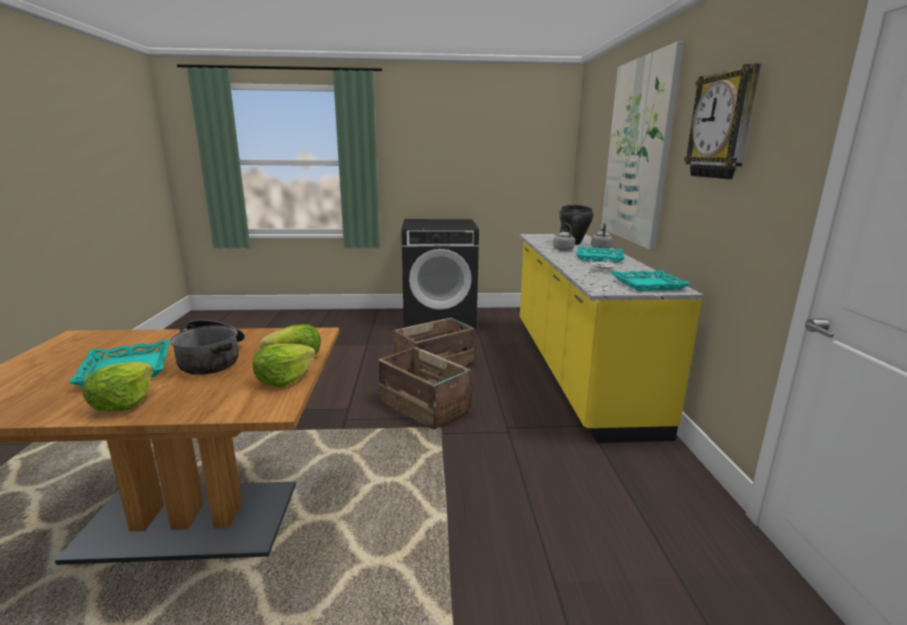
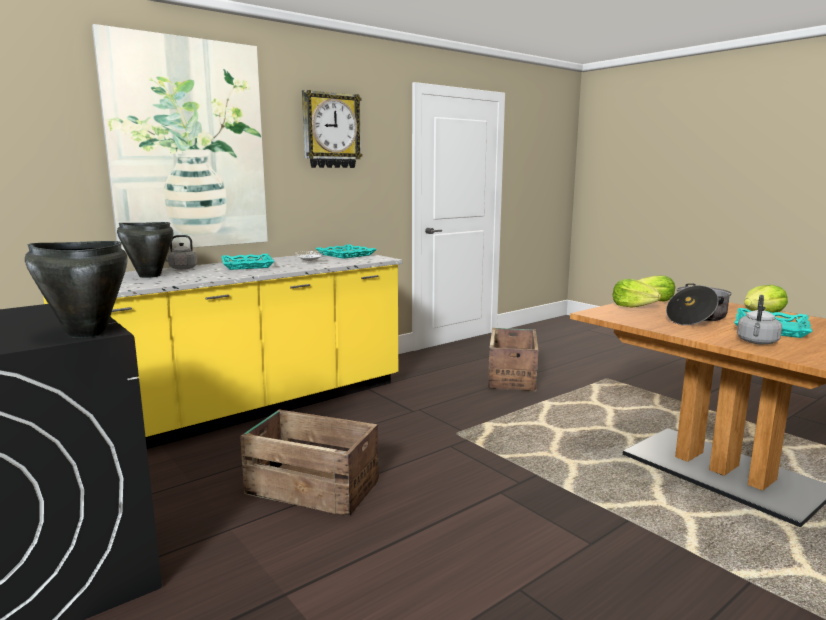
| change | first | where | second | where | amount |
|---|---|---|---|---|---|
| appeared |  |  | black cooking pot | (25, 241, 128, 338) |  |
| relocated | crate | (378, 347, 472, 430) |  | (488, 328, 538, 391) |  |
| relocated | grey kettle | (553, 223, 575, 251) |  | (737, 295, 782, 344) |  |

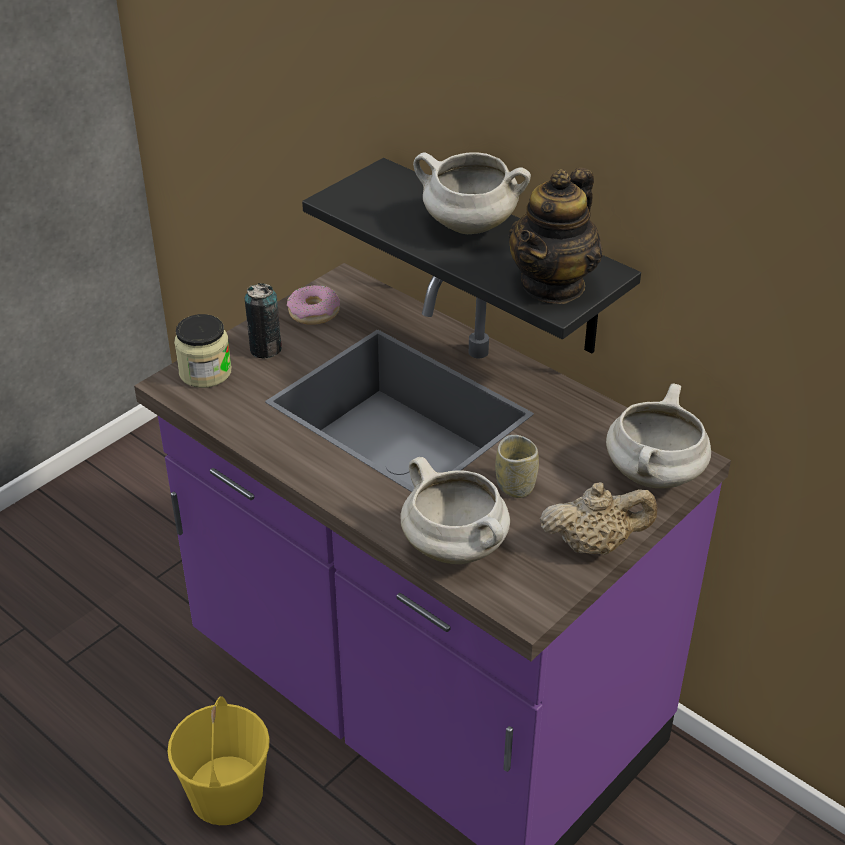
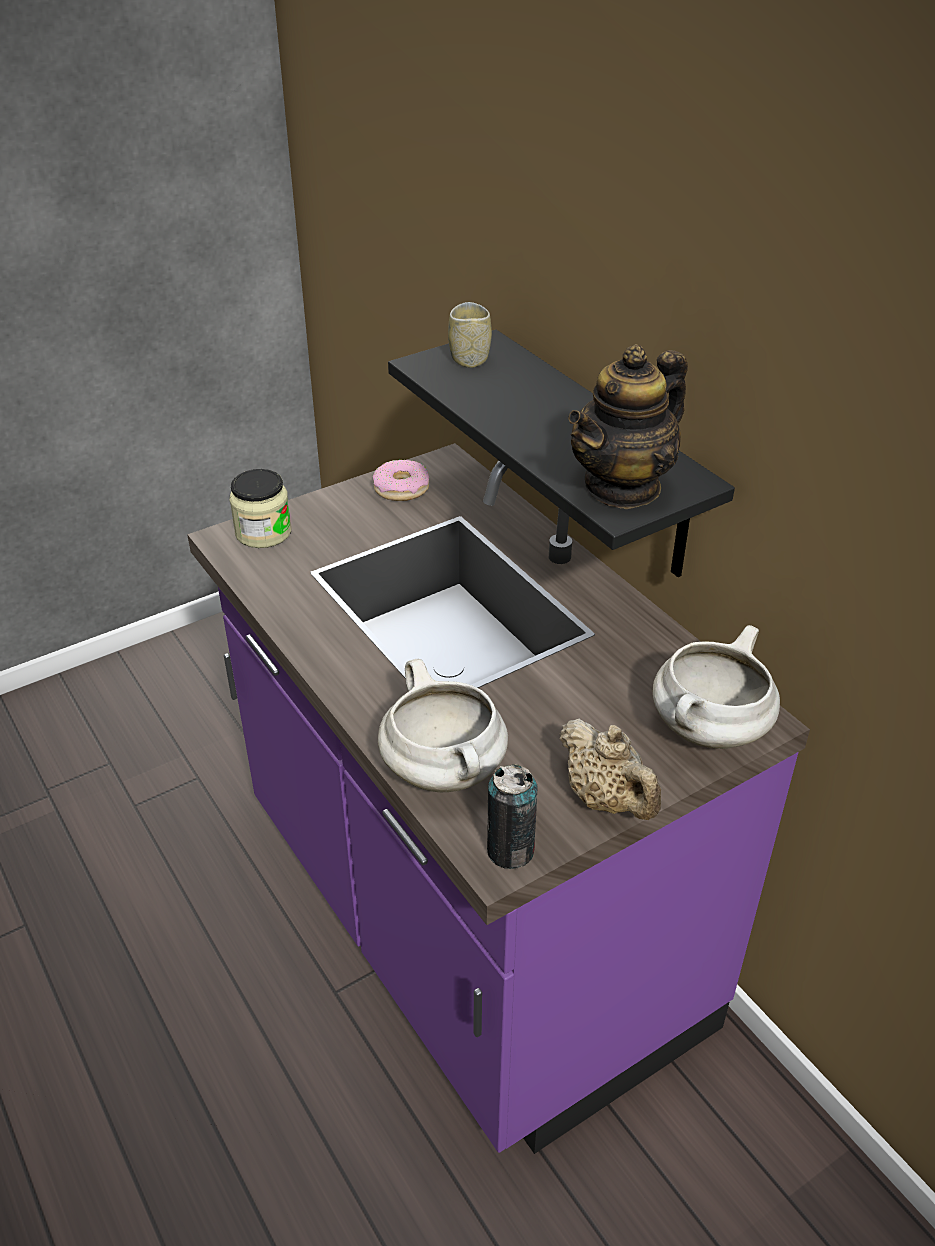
| change | first | where | second | where | amount |
|---|---|---|---|---|---|
| relocated | cup | (495, 435, 539, 498) |  | (448, 302, 492, 368) |  |
| relocated | can | (245, 283, 281, 359) |  | (487, 764, 537, 869) |  |
| spun | beige teapot | (540, 482, 657, 554) |  | (559, 719, 661, 820) | 45 degrees clockwise |
| missing | yellow bucket | (167, 696, 270, 825) |  |  |  |
| missing | white cooking pot | (413, 152, 531, 234) |  |  |  |

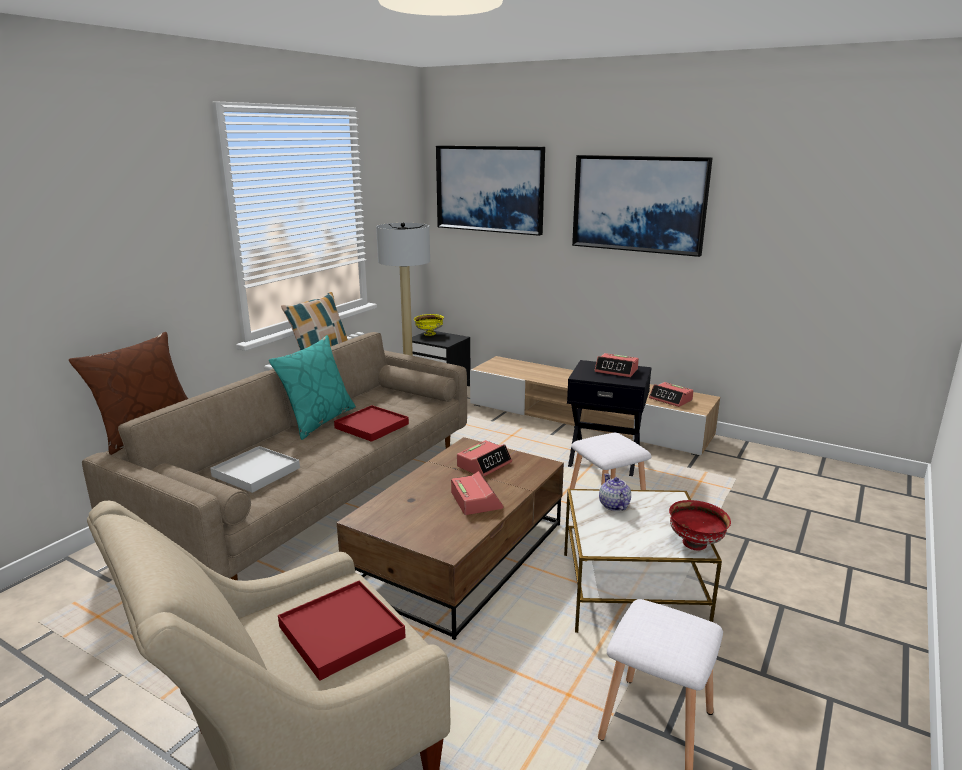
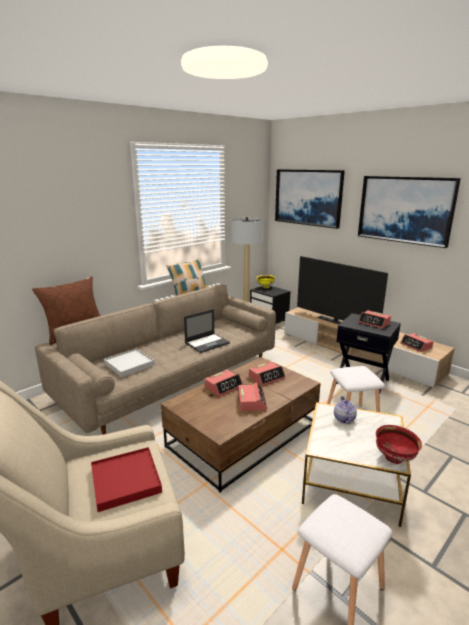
| change | first | where | second | where | amount |
|---|---|---|---|---|---|
| exchanged | red tray | (334, 405, 409, 442) | laptop | (184, 309, 230, 353) |  |
| appeared |  |  | alarm clock | (205, 370, 243, 397) |  |
| appeared |  |  | television | (297, 256, 388, 324) |  |
| missing | turquoise pillow | (269, 335, 356, 440) |  |  |  |

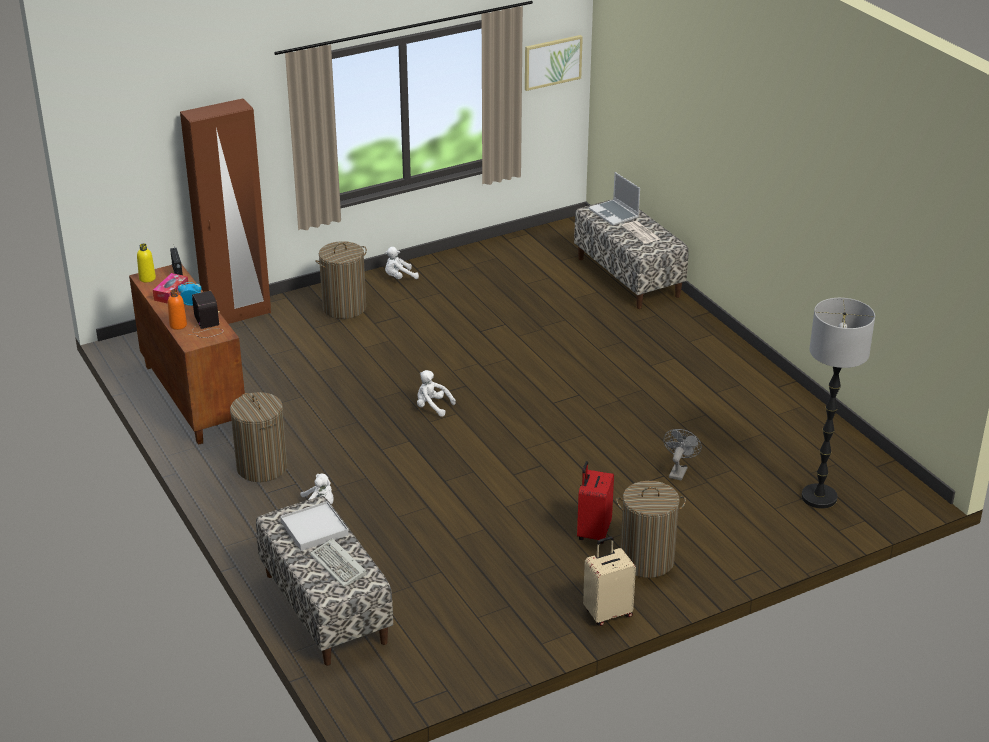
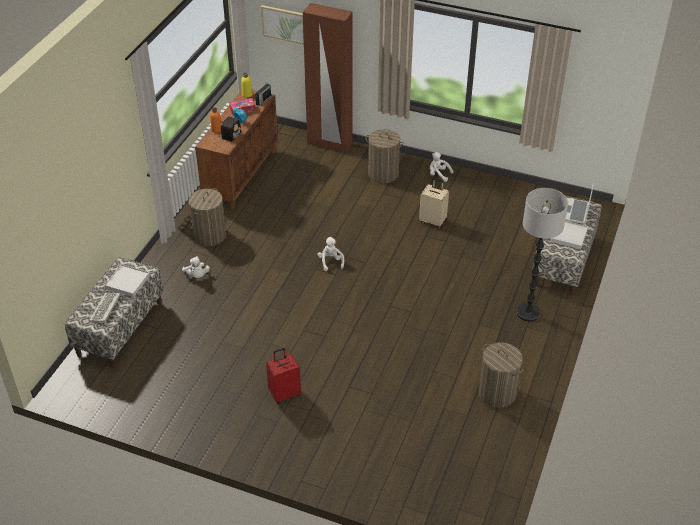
| change | first | where | second | where | amount |
|---|---|---|---|---|---|
| relocated | picture | (525, 35, 583, 91) |  | (261, 5, 304, 45) |  |
| relocated | beige suitcase | (583, 536, 636, 626) |  | (419, 178, 449, 229) |  |
| relocated | laundry basket | (616, 481, 686, 578) |  | (478, 342, 523, 408) |  |
| relocated | floor lamp | (801, 298, 875, 509) |  | (516, 188, 568, 322) |  |
| exchanged | newspaper | (621, 221, 660, 244) | white tray | (550, 221, 588, 249) |  |
| missing | grey fan | (663, 429, 702, 481) |  |  |  |

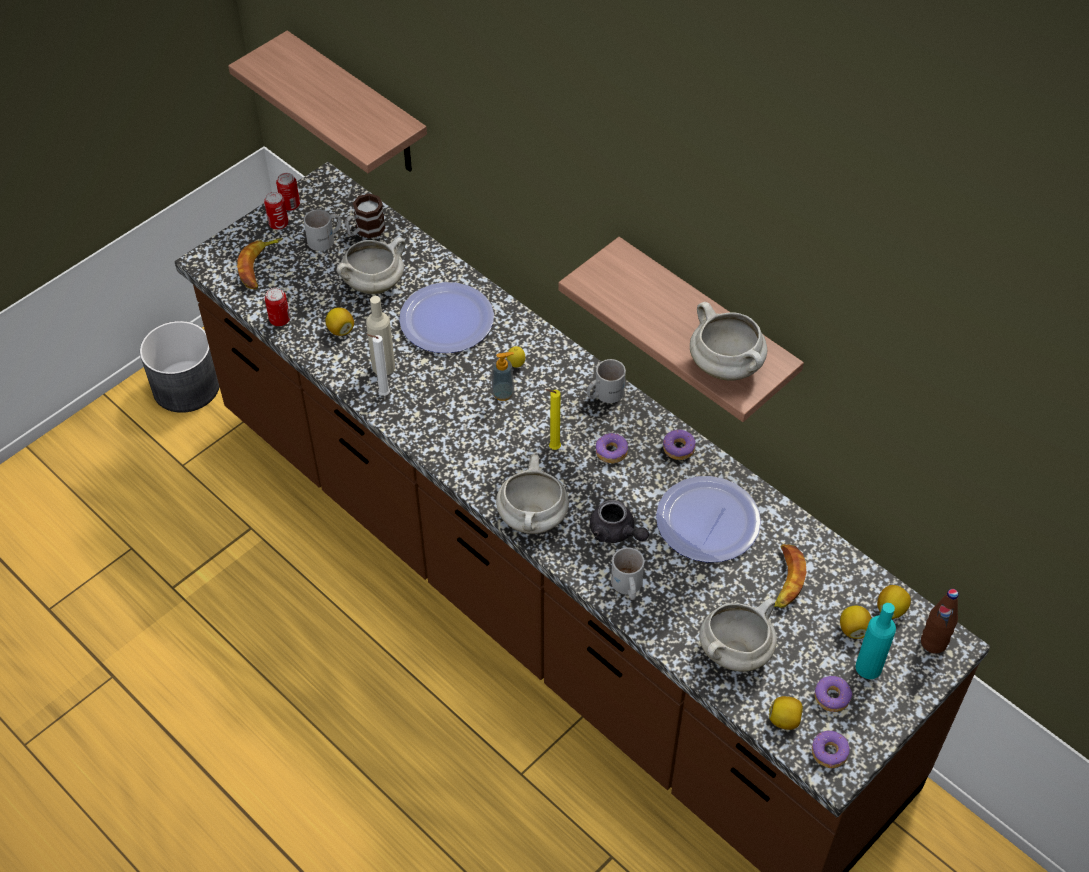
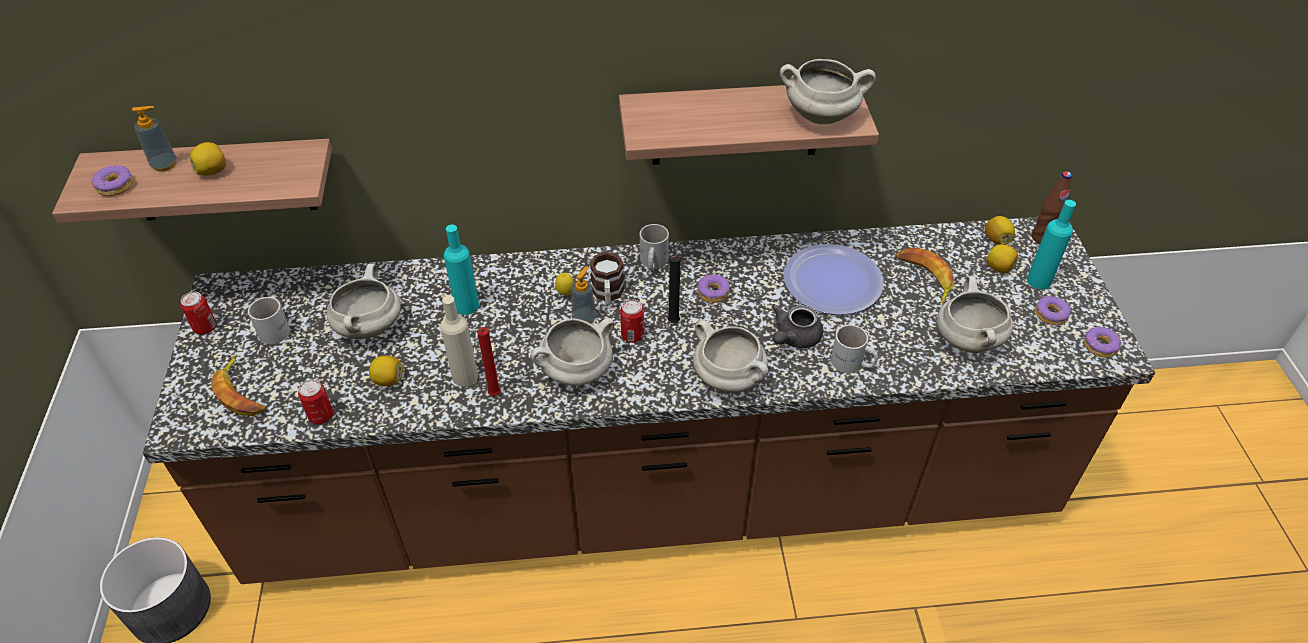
| change | first | where | second | where | amount |
|---|---|---|---|---|---|
| relocated | donut | (663, 430, 696, 460) |  | (91, 165, 134, 196) |  |
| appeared |  |  | soap dispenser | (132, 106, 177, 172) |  |
| relocated | lemon | (769, 696, 803, 730) |  | (190, 142, 226, 176) |  |
| exchanged | plate | (399, 282, 494, 353) | turquoise bottle | (444, 224, 479, 315) |  |
| colour | white candle | (366, 334, 390, 396) | red candle | (475, 327, 501, 396) |  |
| appeared |  |  | white cooking pot | (531, 318, 615, 386) |  |
| relocated | mug | (345, 193, 385, 238) |  | (590, 252, 624, 305) |  |
| relocated | can | (264, 192, 288, 230) |  | (620, 300, 644, 343) |  |
| colour | yellow candle | (545, 389, 561, 450) | black candle | (668, 255, 681, 323) |  |
| spun | grey teapot | (590, 500, 649, 543) |  | (772, 304, 823, 348) | 135 degrees clockwise |

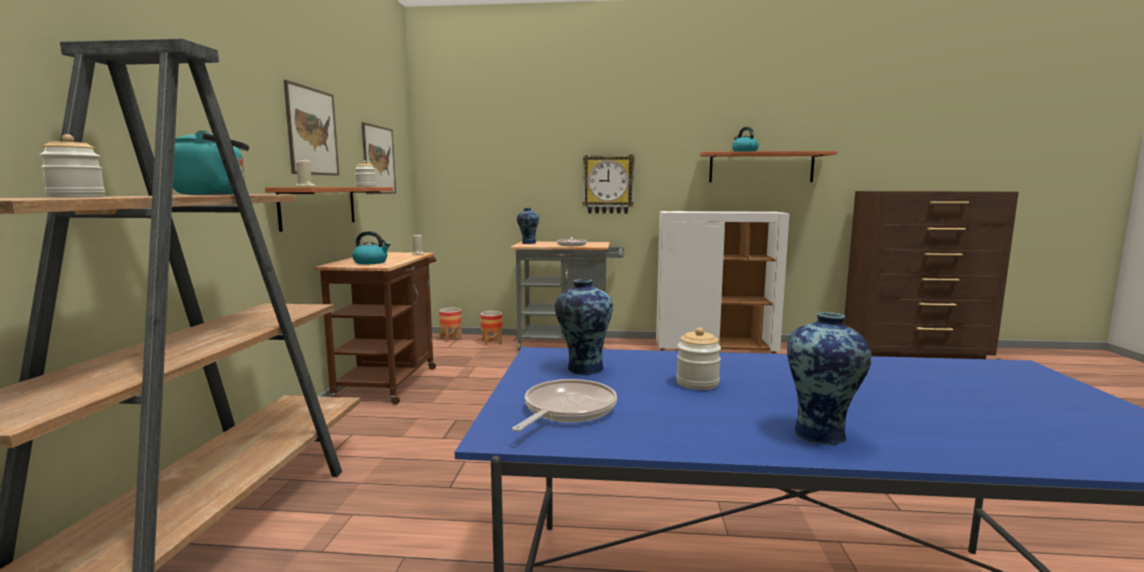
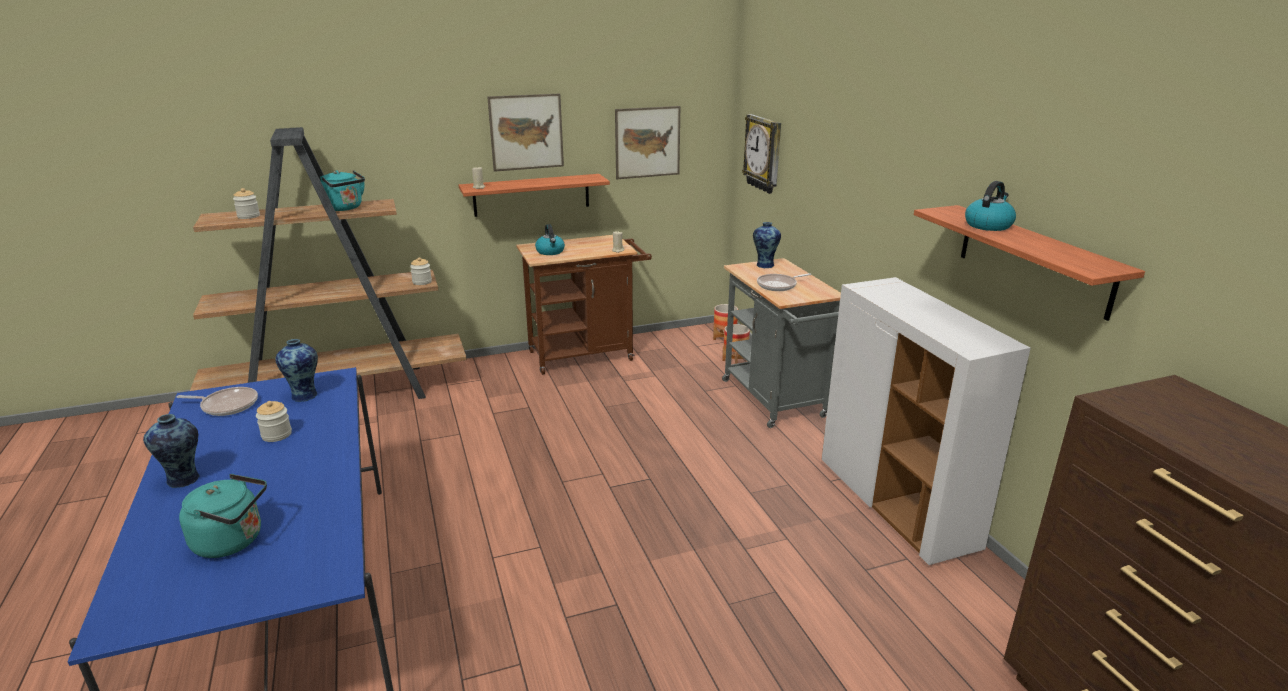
| change | first | where | second | where | amount |
|---|---|---|---|---|---|
| appeared |  |  | turquoise kettle | (179, 474, 267, 558) |  |
| relocated | jar | (355, 160, 376, 187) |  | (410, 257, 432, 285) |  |
| relocated | wall clock | (583, 155, 635, 214) |  | (742, 114, 781, 194) |  |

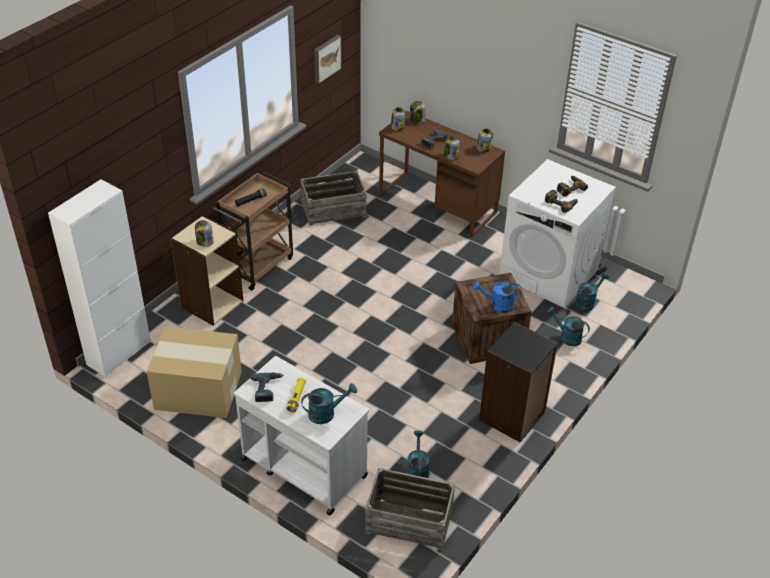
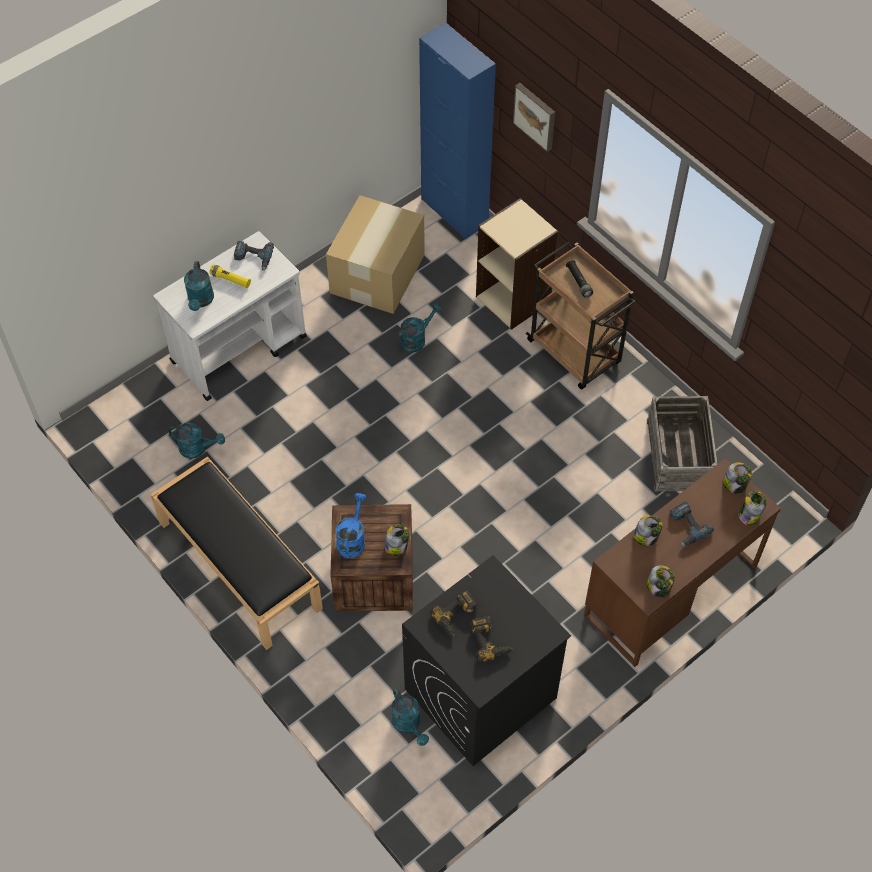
| change | first | where | second | where | amount |
|---|---|---|---|---|---|
| exchanged | black bookcase | (479, 322, 558, 443) | black bench | (150, 456, 323, 650) |  |
| relocated | jar | (195, 220, 213, 247) |  | (385, 524, 409, 556) |  |
| relocated | turquoise watering can | (547, 307, 590, 346) |  | (397, 303, 442, 353) |  |
| colour | white washing machine | (499, 159, 616, 308) | black washing machine | (402, 555, 571, 766) |  |
| colour | white cabinet | (48, 179, 151, 377) | blue cabinet | (419, 23, 496, 239) |  |
| relocated | picture | (314, 35, 342, 84) |  | (513, 83, 555, 152) |  |
| missing | crate | (365, 468, 455, 550) |  |  |  |

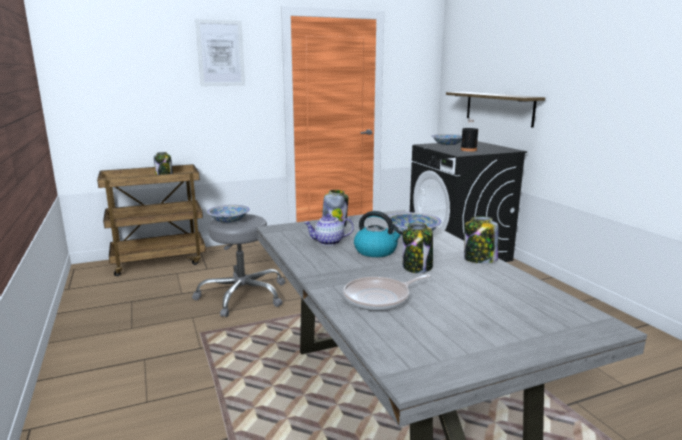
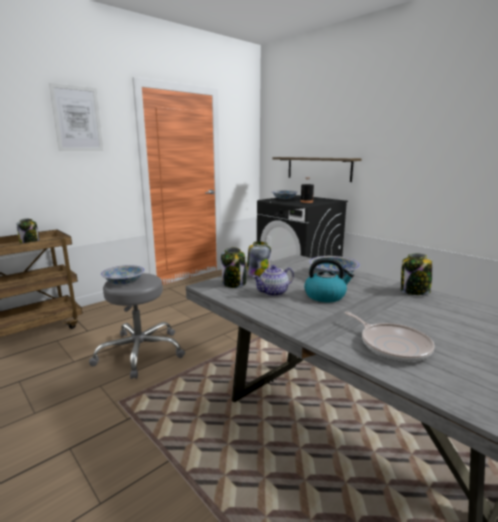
| change | first | where | second | where | amount |
|---|---|---|---|---|---|
| relocated | jar | (402, 222, 433, 273) |  | (221, 247, 246, 288) |  |
| spun | frying pan | (343, 274, 430, 311) |  | (344, 312, 435, 362) | 75 degrees counterclockwise |

